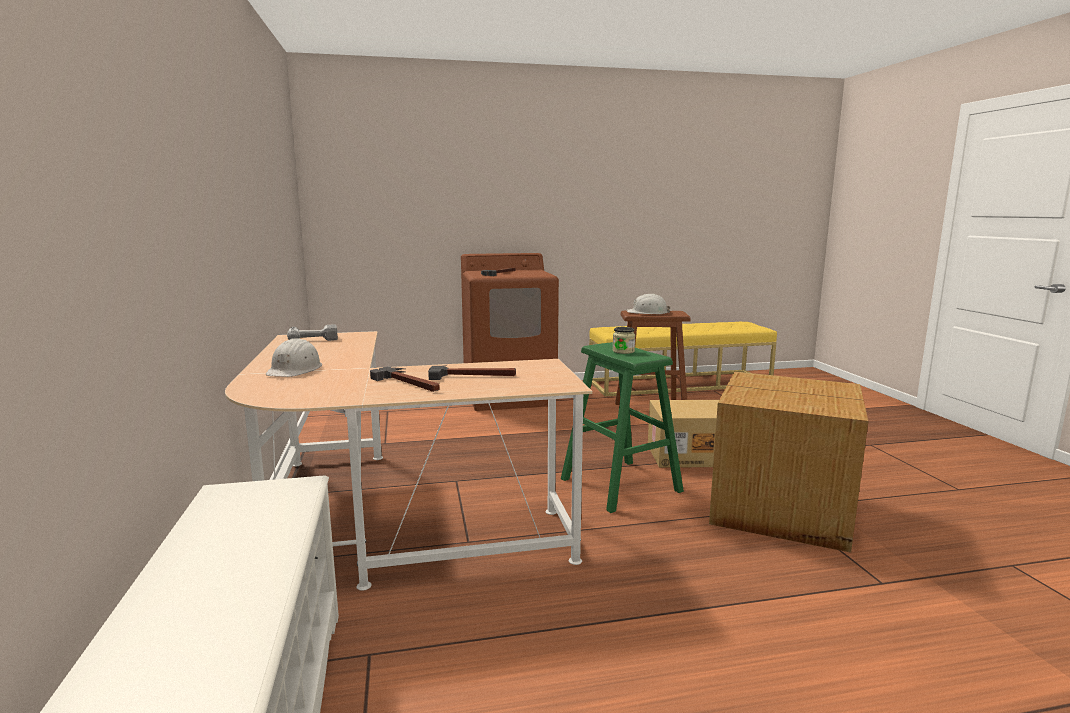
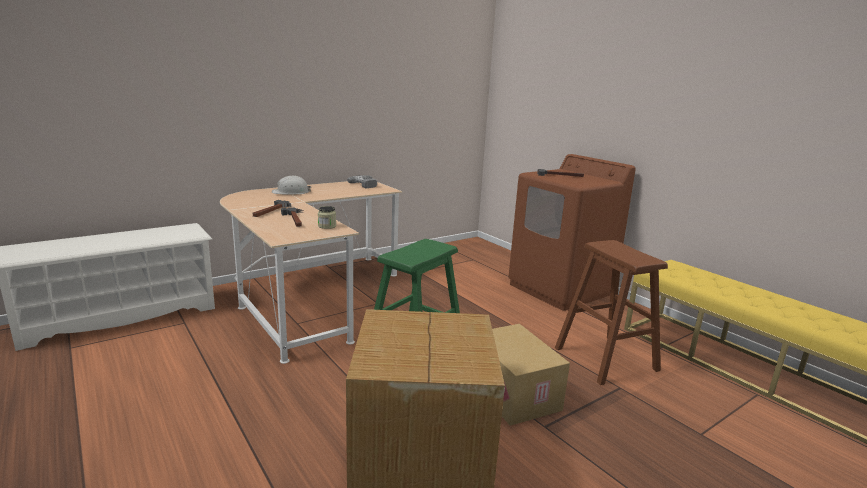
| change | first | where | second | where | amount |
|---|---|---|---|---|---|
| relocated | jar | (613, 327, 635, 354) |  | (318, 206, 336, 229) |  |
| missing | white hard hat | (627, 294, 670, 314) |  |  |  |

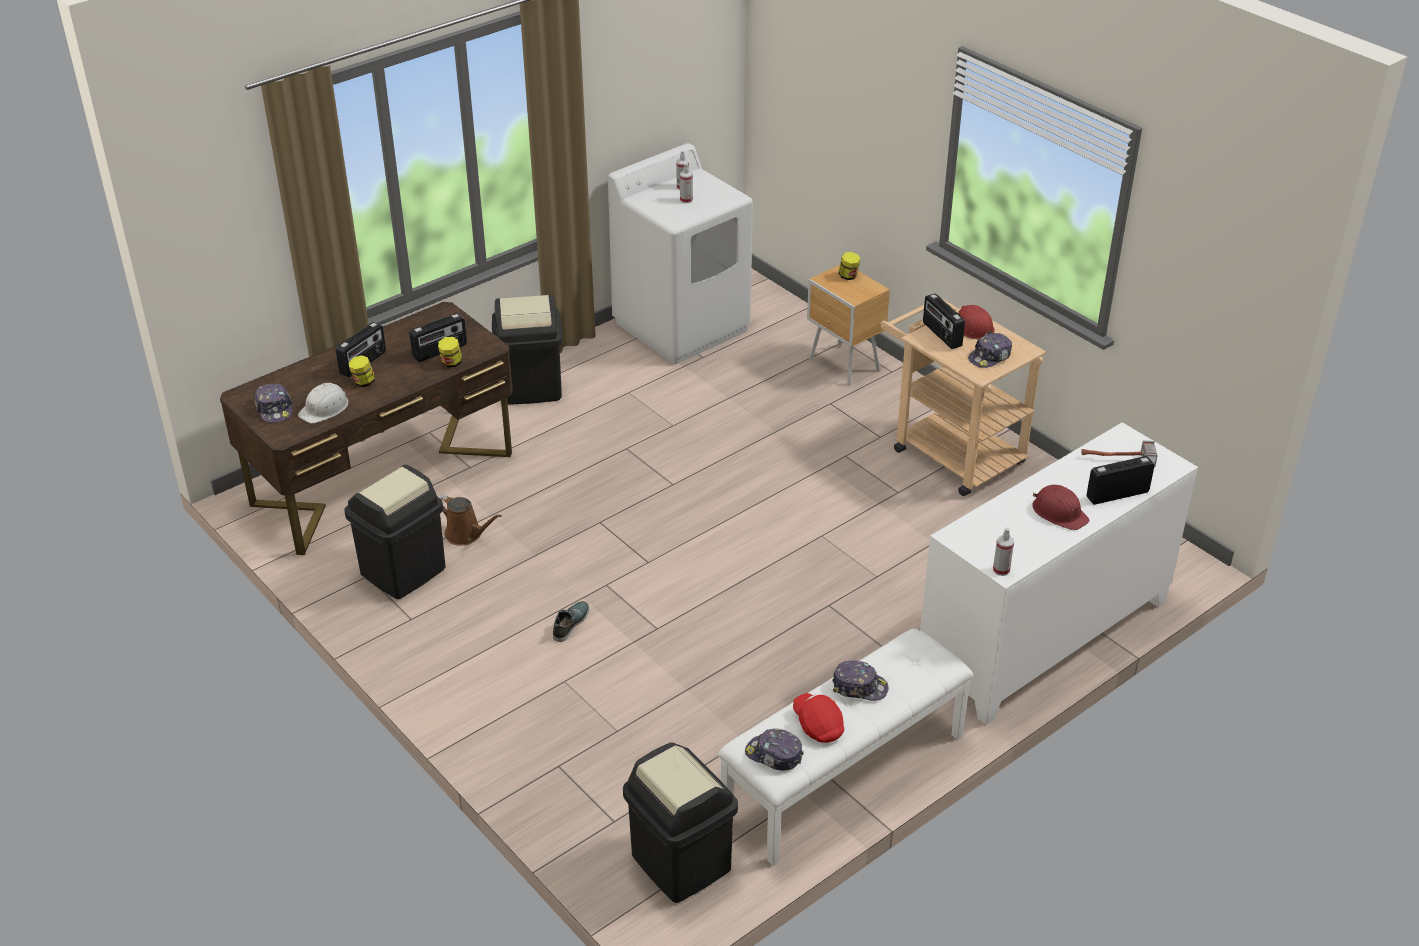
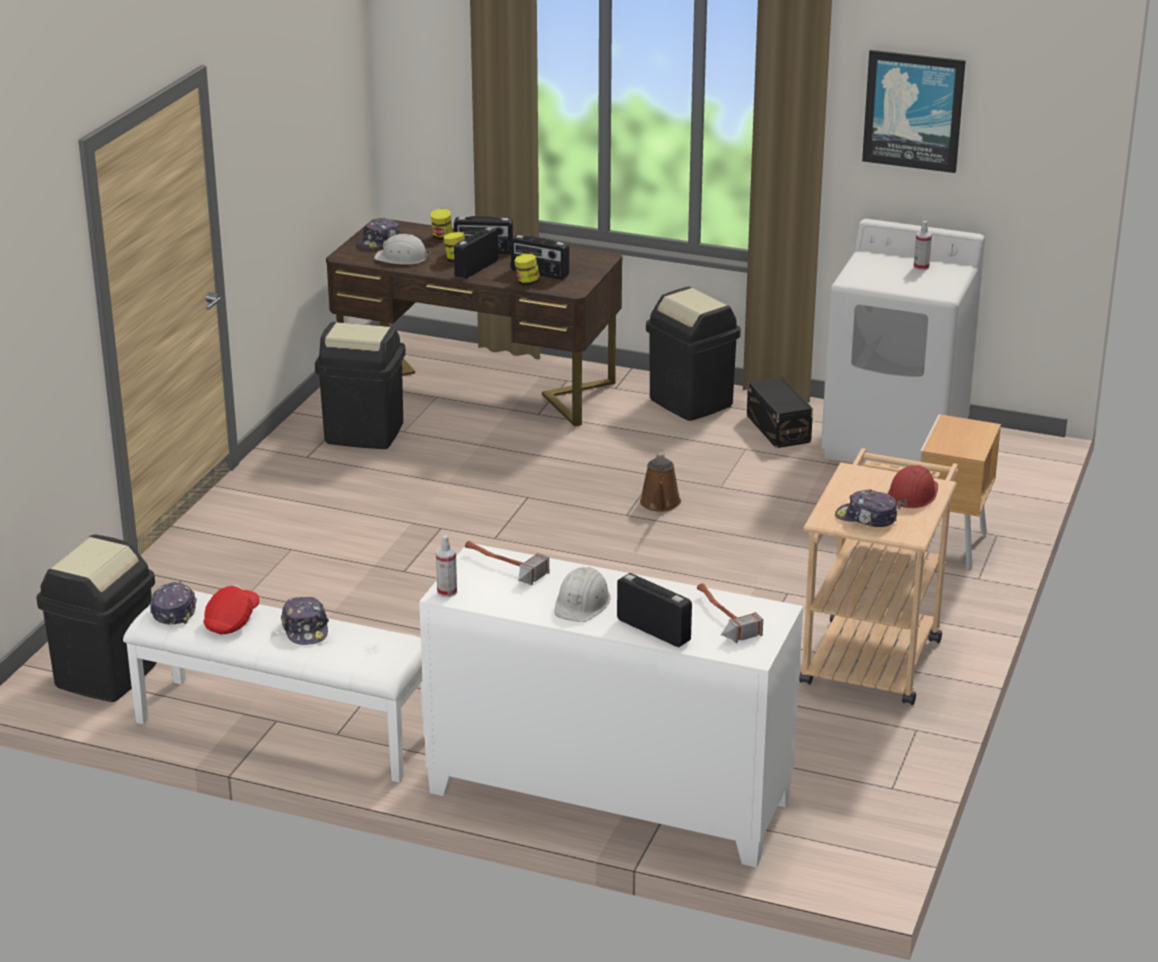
| change | first | where | second | where | amount |
|---|---|---|---|---|---|
| relocated | jar | (838, 252, 861, 280) |  | (431, 209, 453, 240) |  |
| relocated | radio | (923, 294, 965, 349) |  | (454, 227, 498, 279) |  |
| appeared |  |  | hammer | (465, 541, 549, 585) |  |
| colour | red hard hat | (1032, 485, 1089, 530) | white hard hat | (555, 567, 611, 622) |  |
| relocated | brown watering can | (439, 495, 502, 546) |  | (640, 452, 681, 512) |  |
| appeared |  |  | black storage box | (747, 377, 813, 448) |  |
| appeared |  |  | picture | (862, 50, 966, 173) |  |
| missing | shoe | (553, 601, 590, 642) |  |  |  |
| missing | spray bottle | (680, 163, 693, 203) |  |  |  |

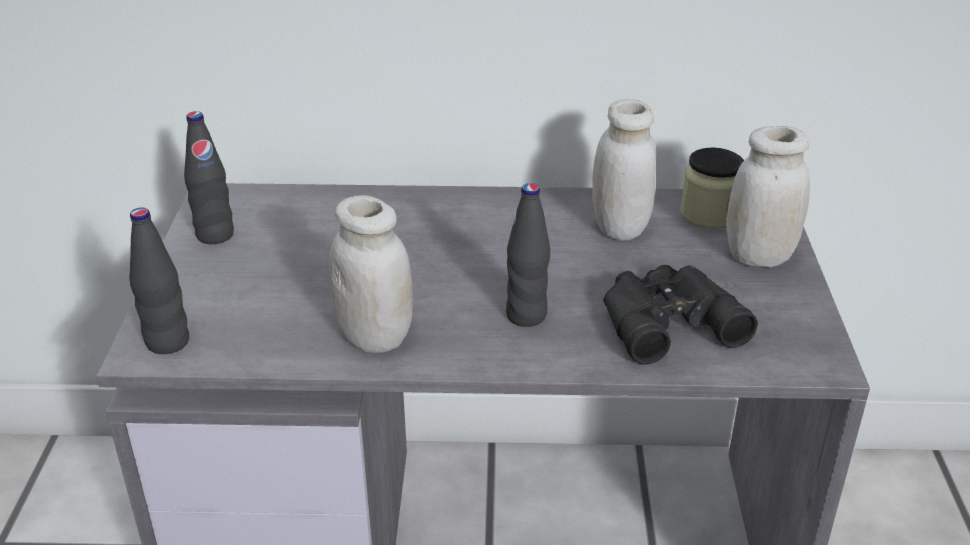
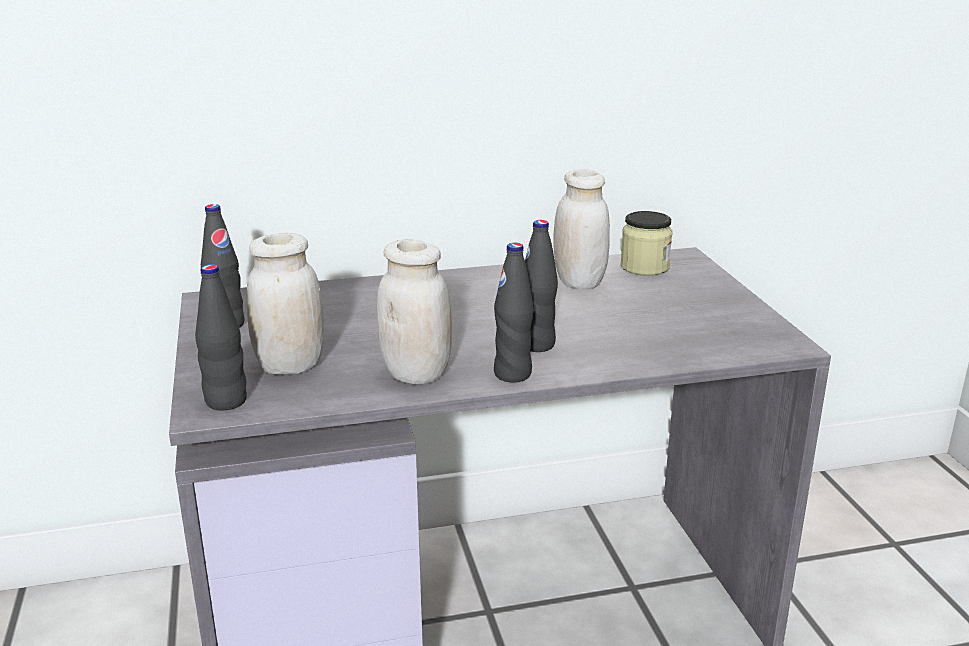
| change | first | where | second | where | amount |
|---|---|---|---|---|---|
| relocated | white jar | (726, 126, 810, 267) |  | (247, 233, 324, 374) |  |
| appeared |  |  | black bottle | (494, 243, 534, 383) |  |
| missing | black binoculars | (603, 265, 758, 365) |  |  |  |

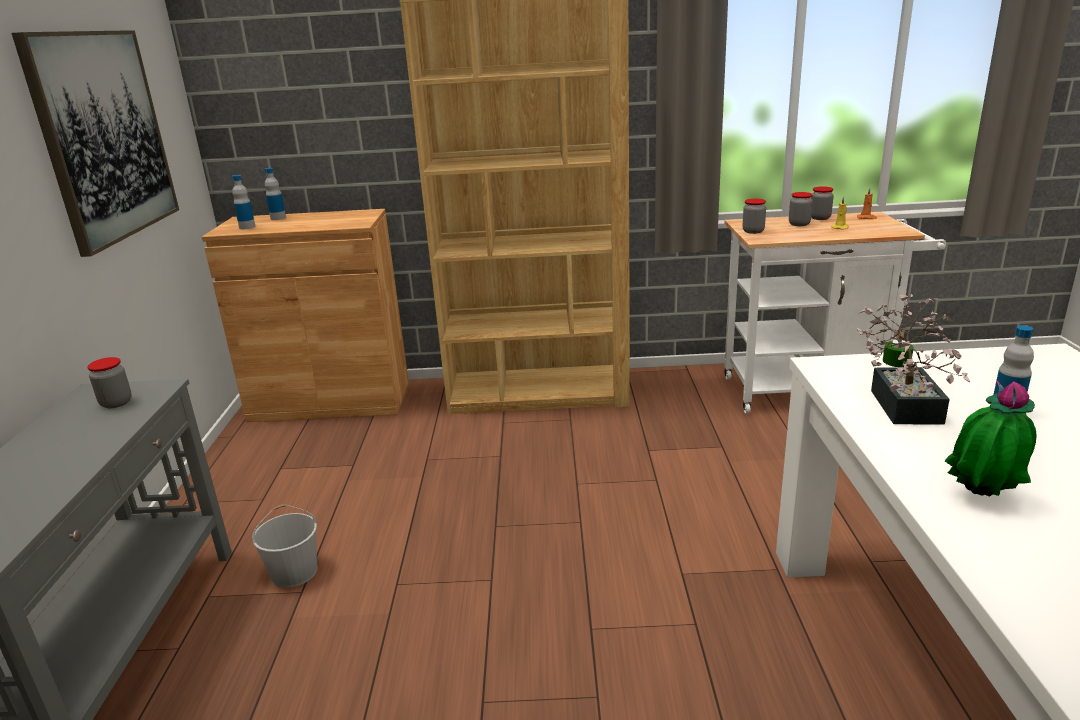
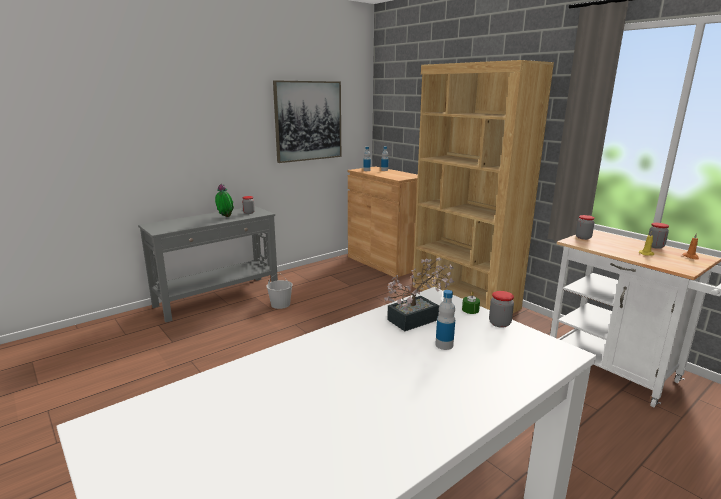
| change | first | where | second | where | amount |
|---|---|---|---|---|---|
| relocated | potted plant | (945, 381, 1037, 497) |  | (215, 184, 234, 217) |  |
| relocated | jar | (789, 192, 813, 226) |  | (489, 291, 514, 328) |  |

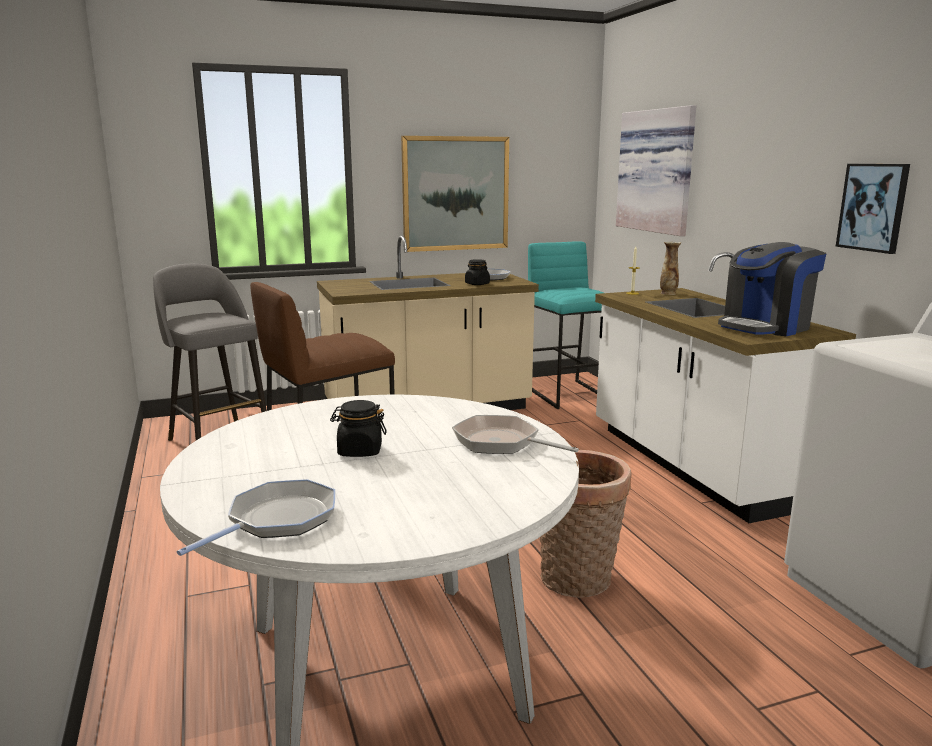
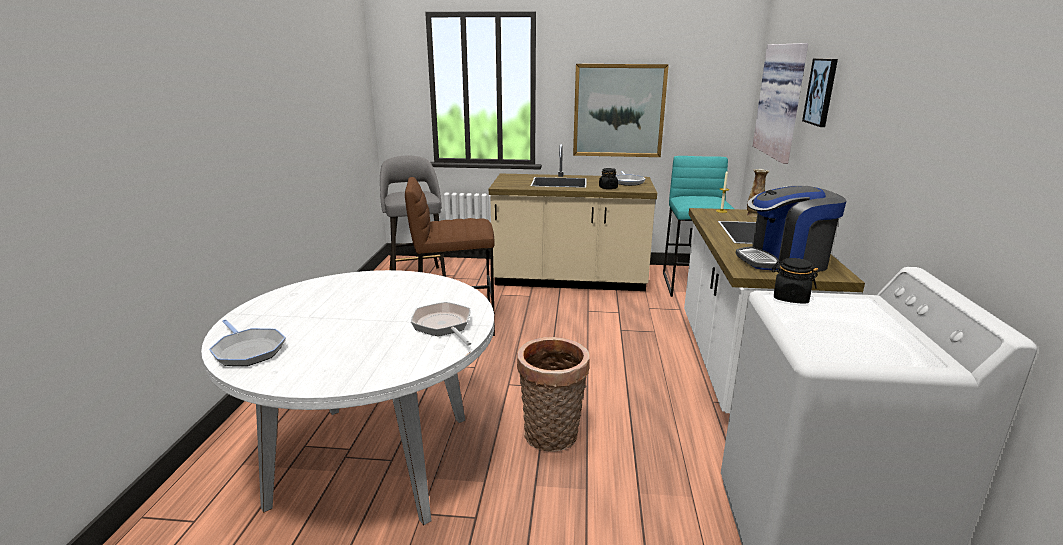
| change | first | where | second | where | amount |
|---|---|---|---|---|---|
| spun | frying pan | (177, 479, 335, 556) |  | (209, 320, 286, 366) | 75 degrees clockwise |
| relocated | black jar | (330, 400, 387, 457) |  | (772, 258, 818, 304) |  |
| relocated | picture | (836, 164, 910, 254) |  | (802, 58, 838, 127) |  |

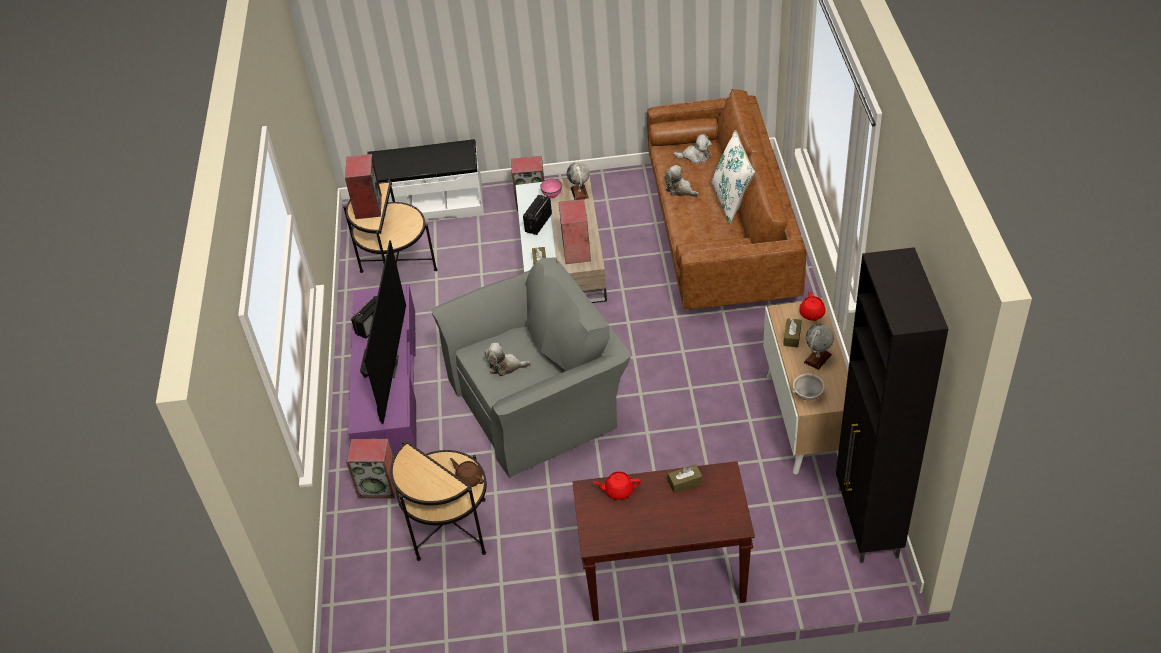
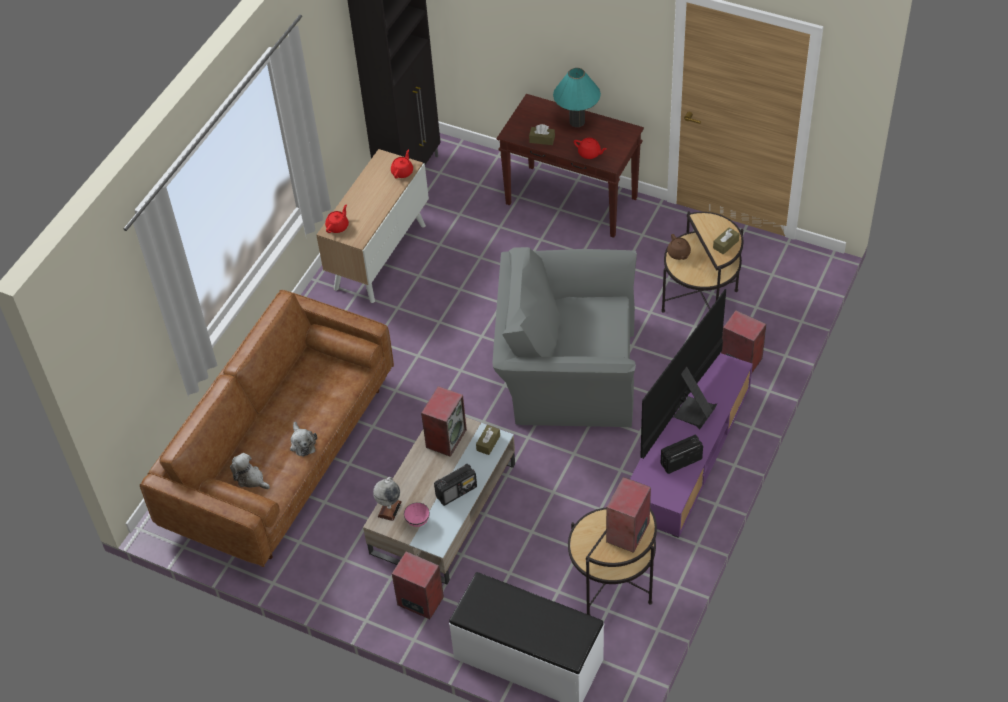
| change | first | where | second | where | amount |
|---|---|---|---|---|---|
| exchanged | grey bowl | (792, 373, 825, 400) | red teapot | (391, 150, 413, 178) |  |
| appeared |  |  | turquoise table lamp | (553, 68, 601, 127) |  |
| relocated | brown tissue box | (783, 318, 802, 348) |  | (713, 227, 740, 255) |  |
| missing | plush toy | (485, 343, 531, 376) |  |  |  |
| missing | white pillow | (712, 130, 755, 224) |  |  |  |
| missing | globe | (804, 324, 834, 370) |  |  |  |

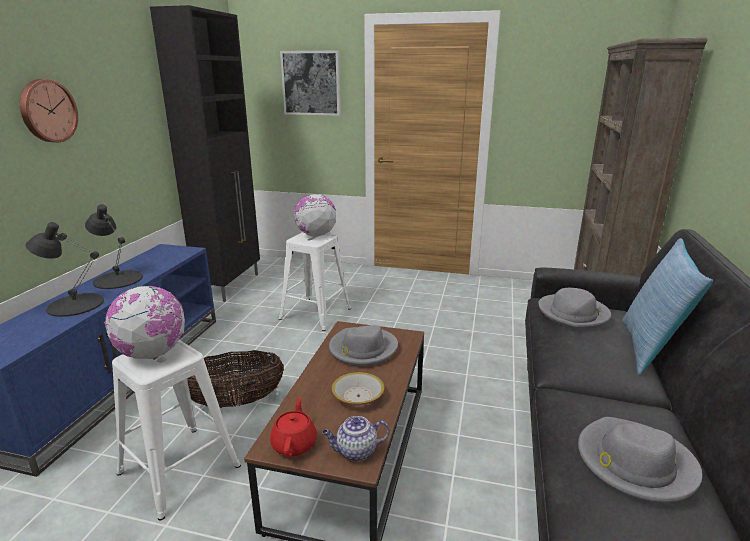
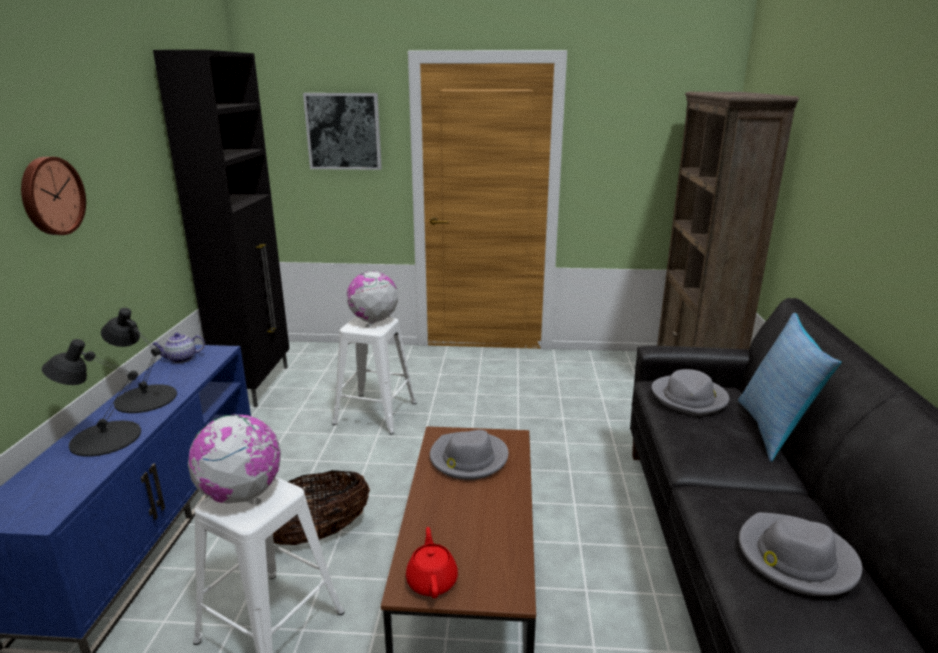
| change | first | where | second | where | amount |
|---|---|---|---|---|---|
| relocated | teapot | (322, 416, 390, 461) |  | (152, 333, 205, 363) |  |
| missing | bowl | (332, 372, 385, 406) |  |  |  |

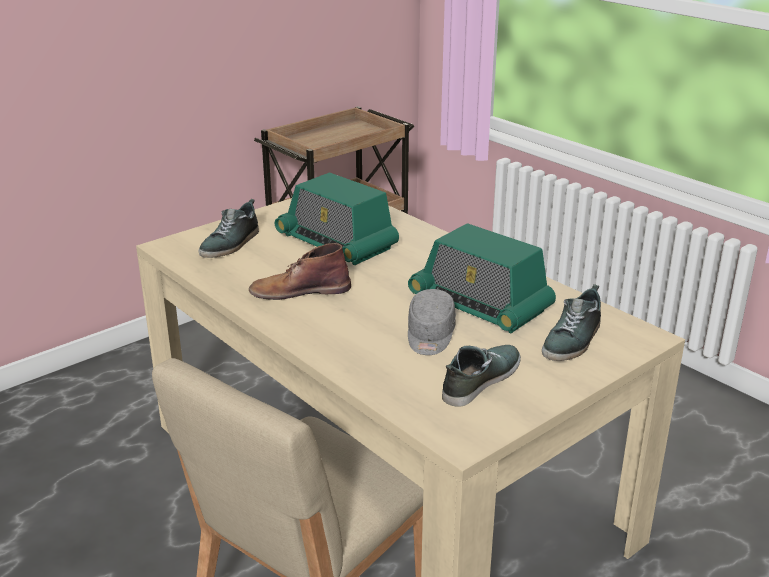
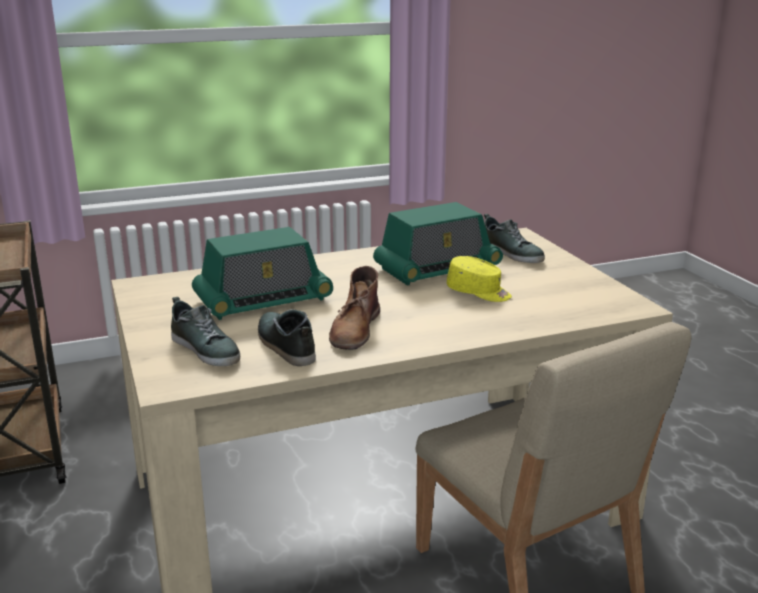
| change | first | where | second | where | amount |
|---|---|---|---|---|---|
| relocated | shoe | (442, 345, 521, 407) |  | (258, 309, 316, 366) |  |
| colour | grey cap | (408, 289, 456, 355) | yellow cap | (447, 256, 512, 302) |  |

